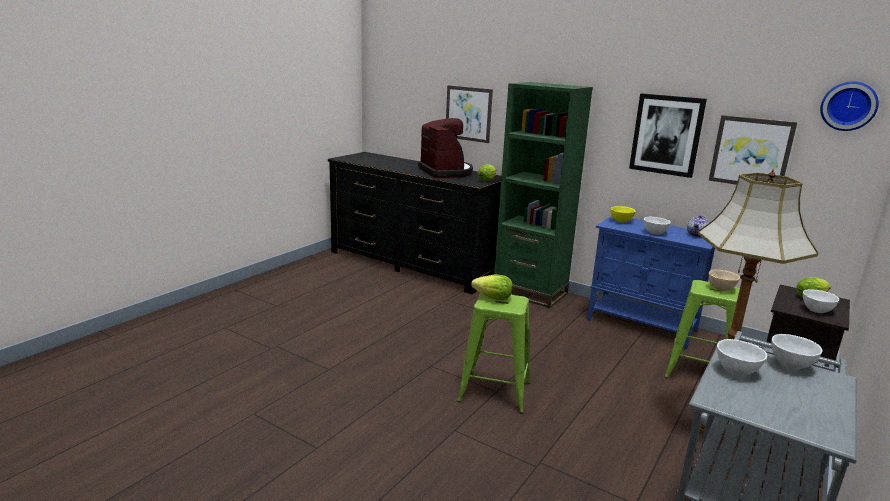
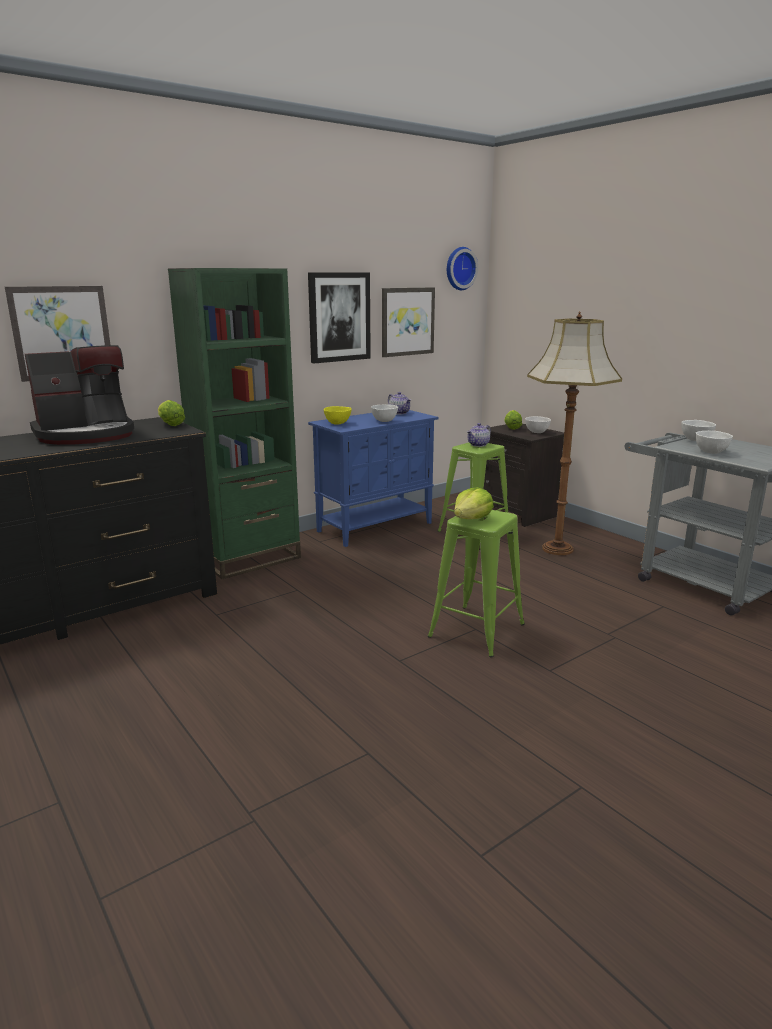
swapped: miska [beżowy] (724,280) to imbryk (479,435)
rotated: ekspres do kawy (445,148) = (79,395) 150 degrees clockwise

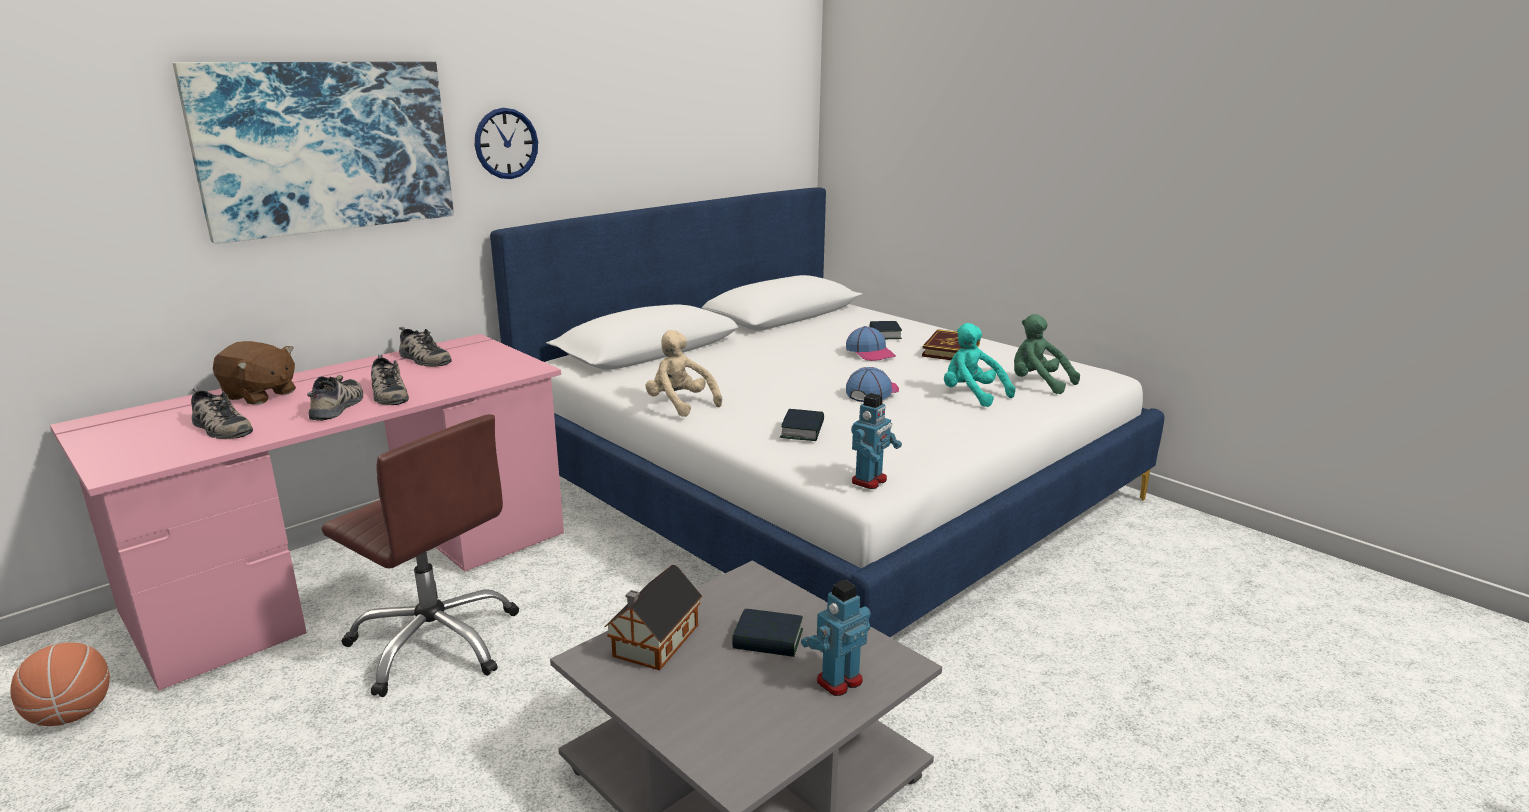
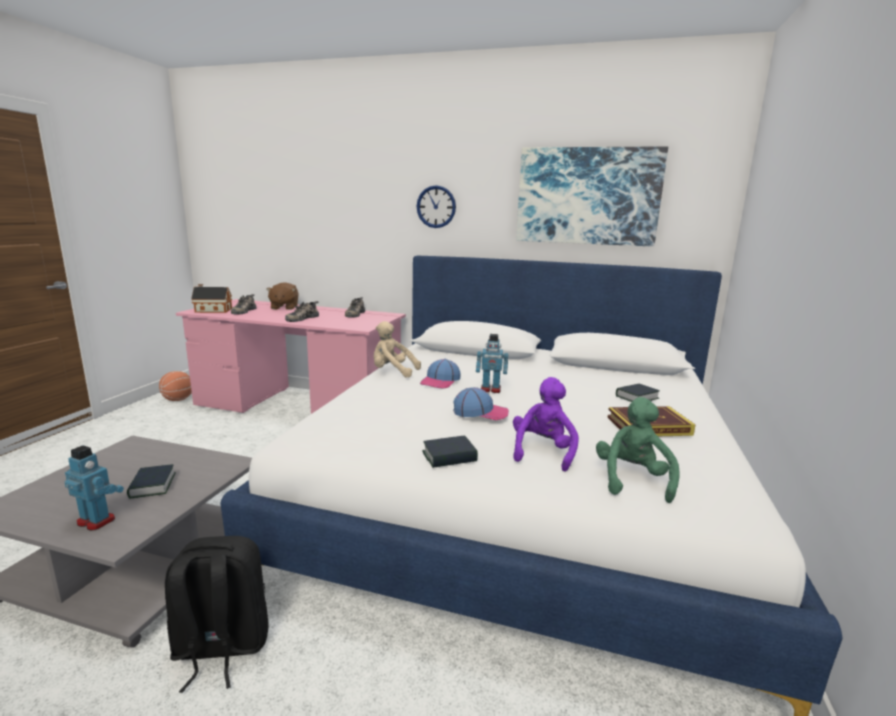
gone: but (335,398); krzesło biurowe [brązowy] (420,555)
new: plecak [czarny] (216,614)
shifted: obraz (313,153) to (592,196); czapka z daszkiem (871,343) to (440,373); robot zabawkowy (876,441) to (492,363); książka (802,425) to (450,452); domek (653,618) to (211,298)
repainted: pluszak [turkusowy] (979,365) to pluszak [fioletowy] (546,424)
rotated: pluszak [beżowy] (683,373) = (397,349) 90 degrees counterclockwise

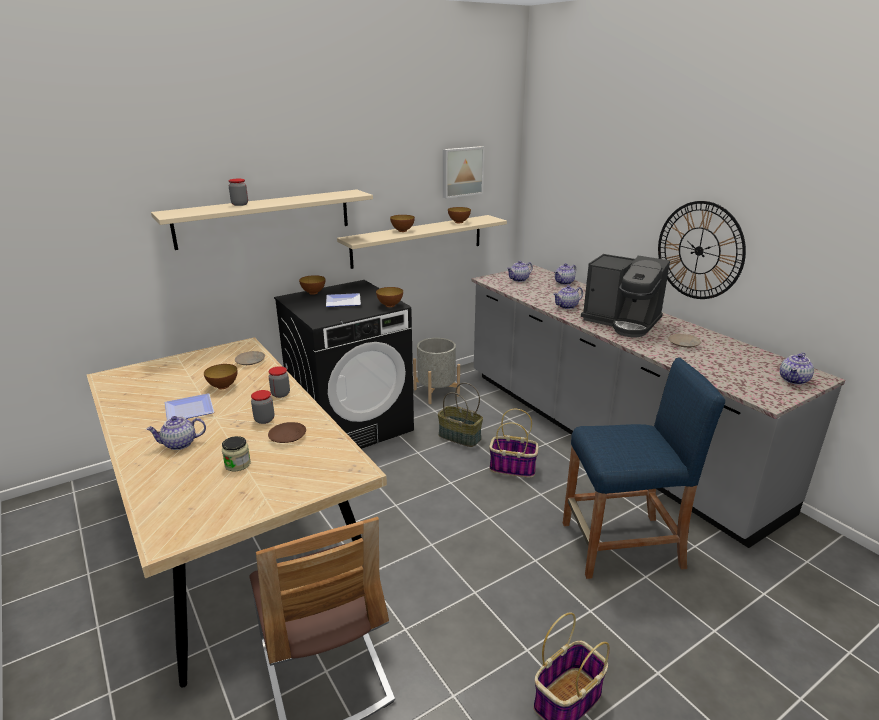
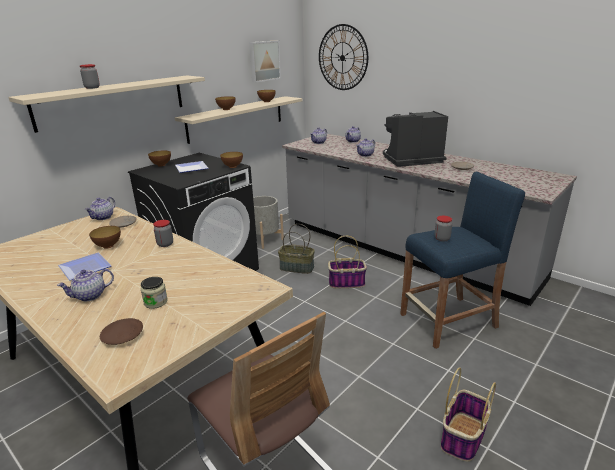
shifted: zegar ścienny (702,250) to (343,57); imbryk (797,369) to (100,208); słoik (262,407) to (443,229); talerz [brązowy] (287,432) to (121,331)
rotated: ekspres do kawy (625,295) = (415,139) 150 degrees clockwise

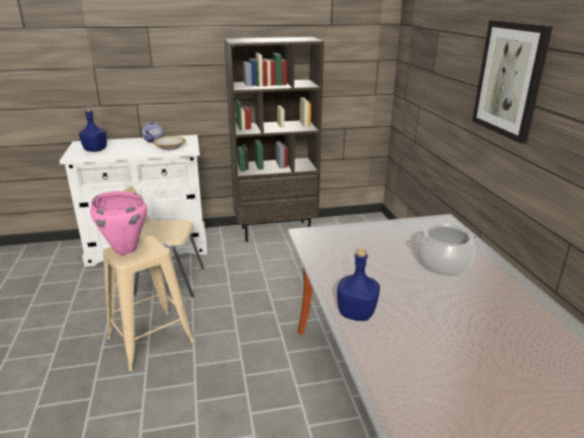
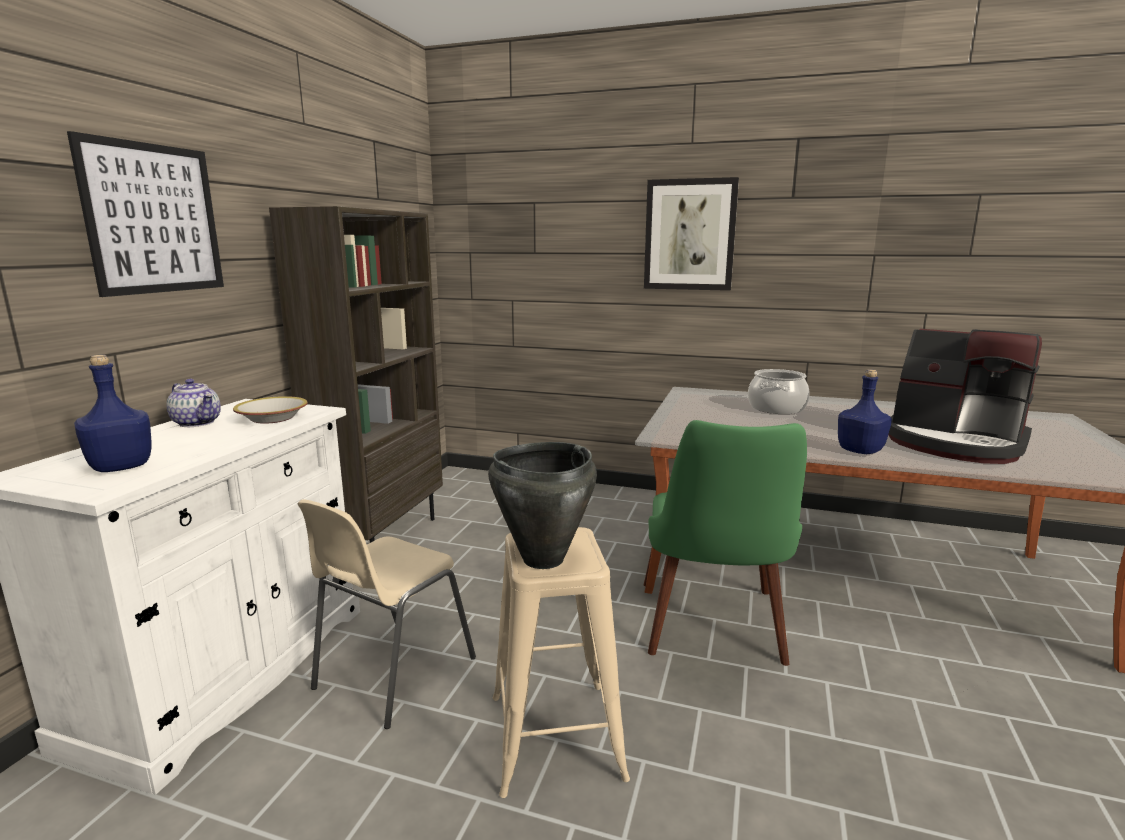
new: obraz (145,214); ekspres do kawy (965,396); krzesło [zielony] (725,543)
repainted: garnek [różowy] (118,223) to garnek [czarny] (542,505)

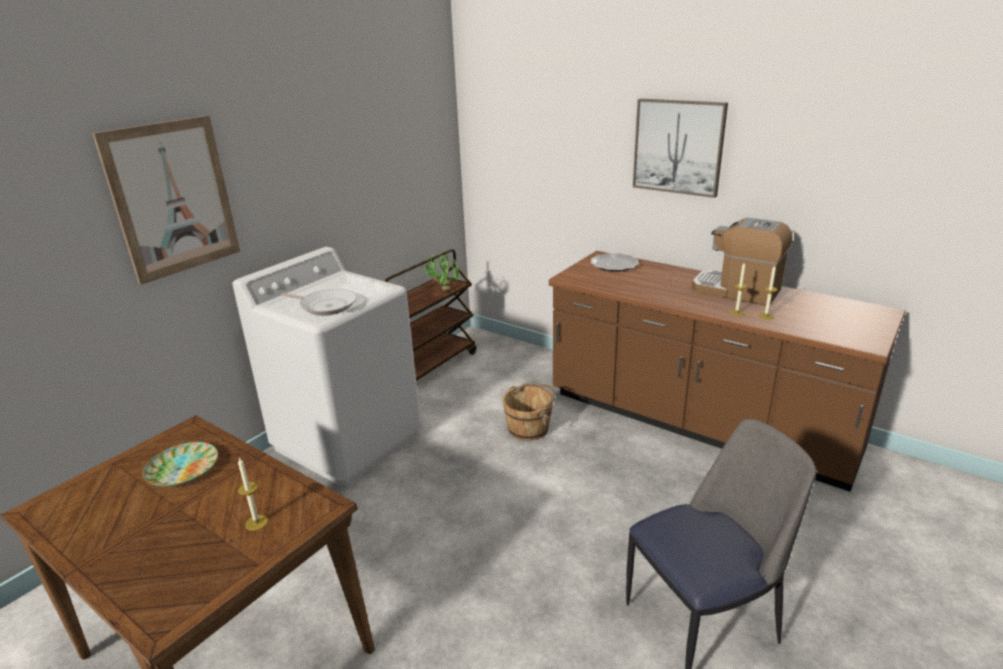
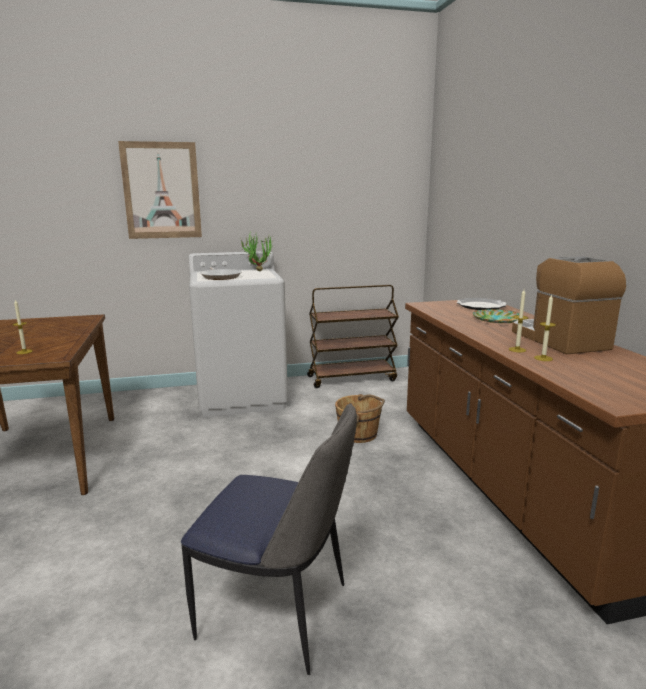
gone: obraz (680,148)
shifted: roślina doniczkowa (440,270) to (256,252); talerz (180,464) to (496,316)

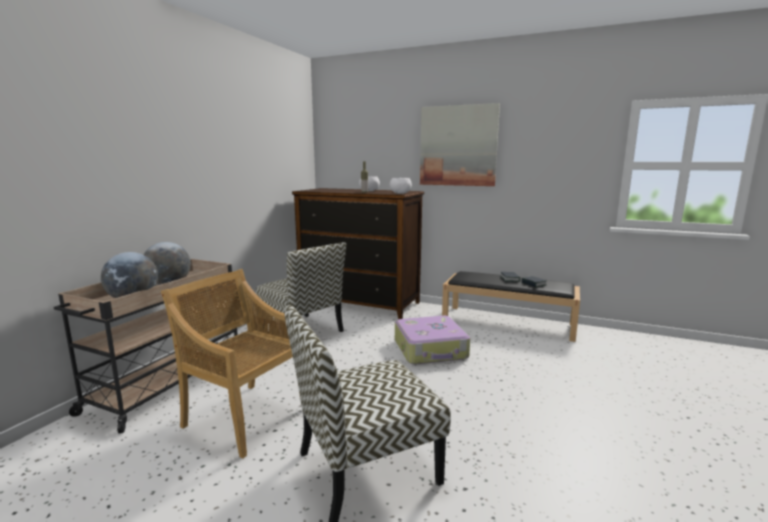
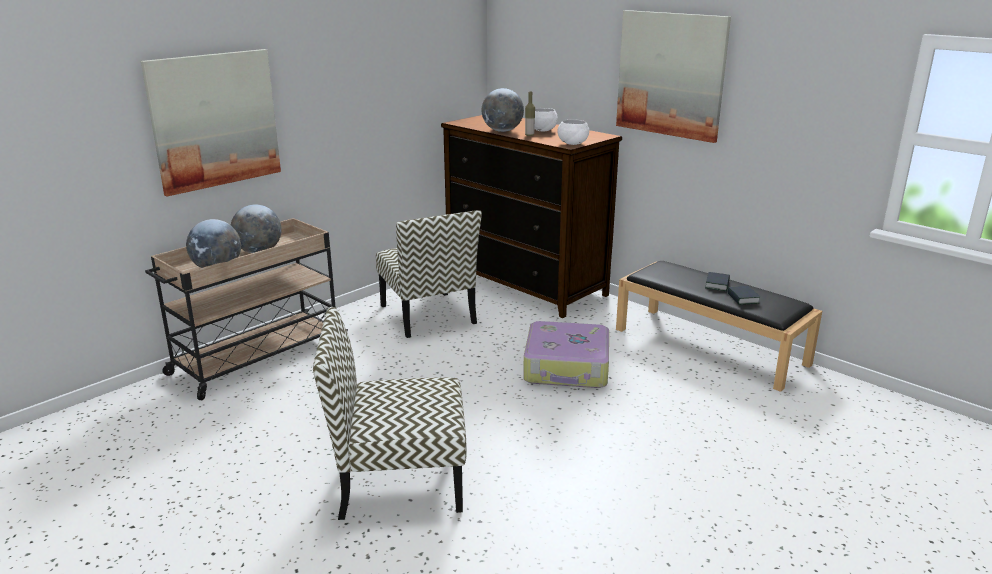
gone: krzesło [beżowy] (231,363)
new: obraz (211,123); globus (503,110)

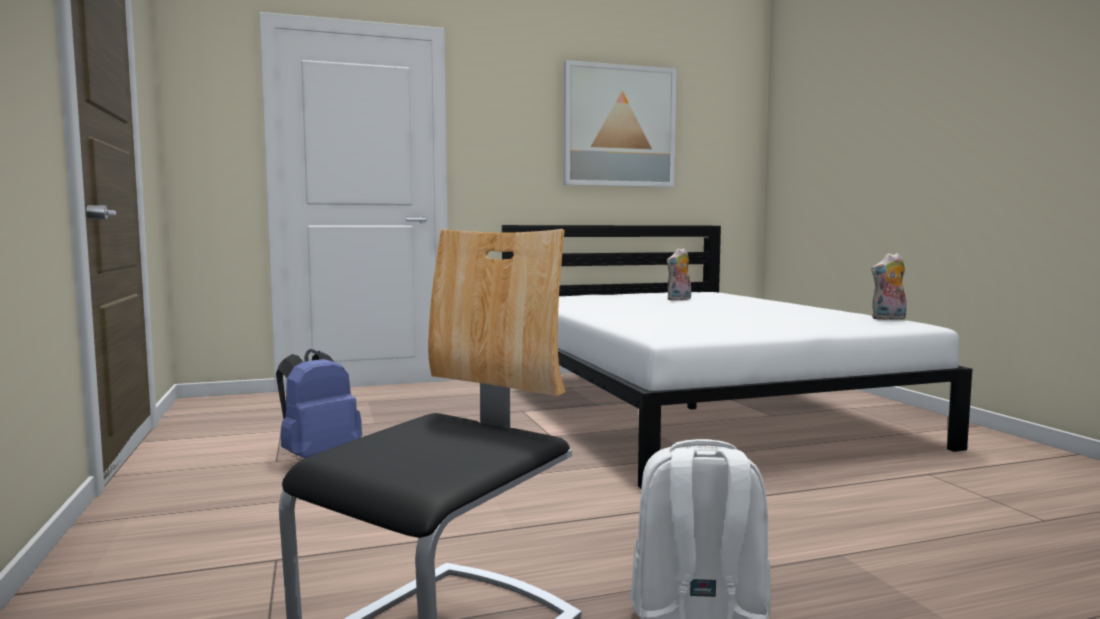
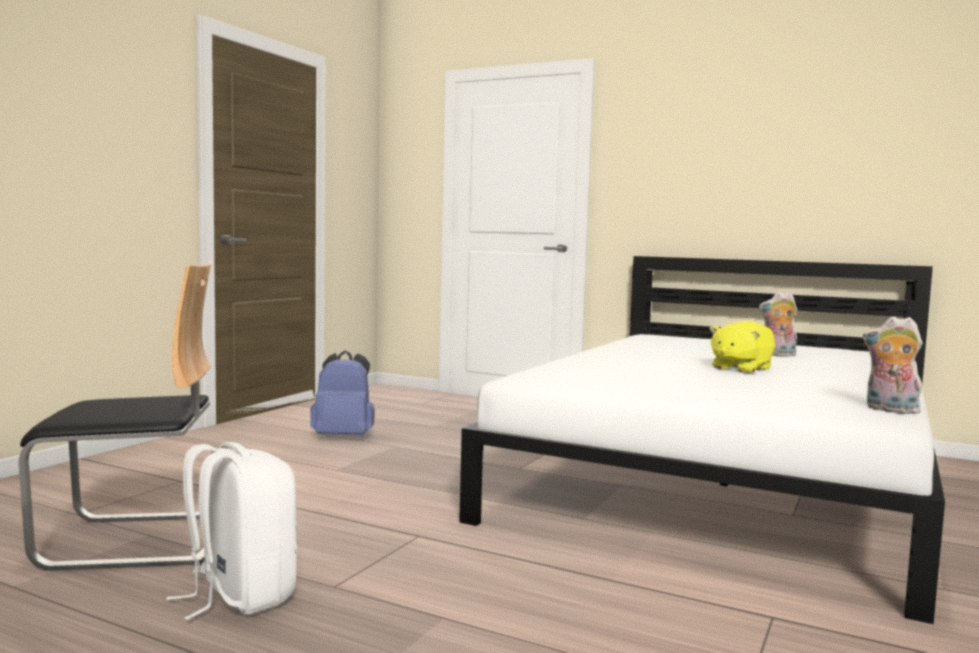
gone: obraz (620,123)
new: pluszak [żółty] (742,347)

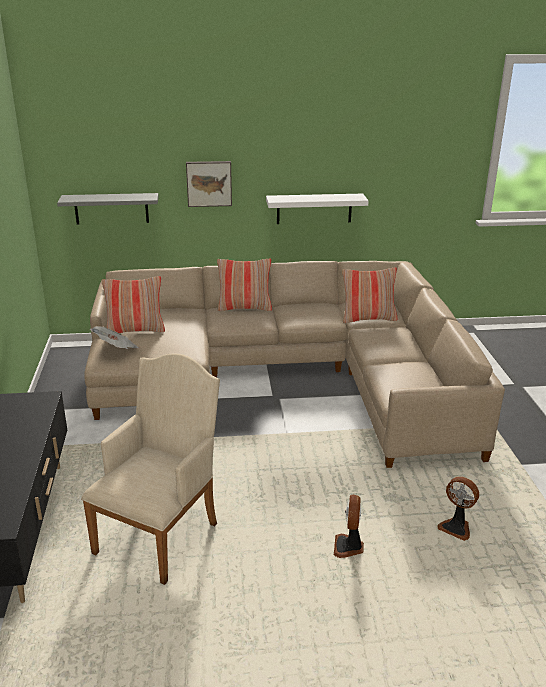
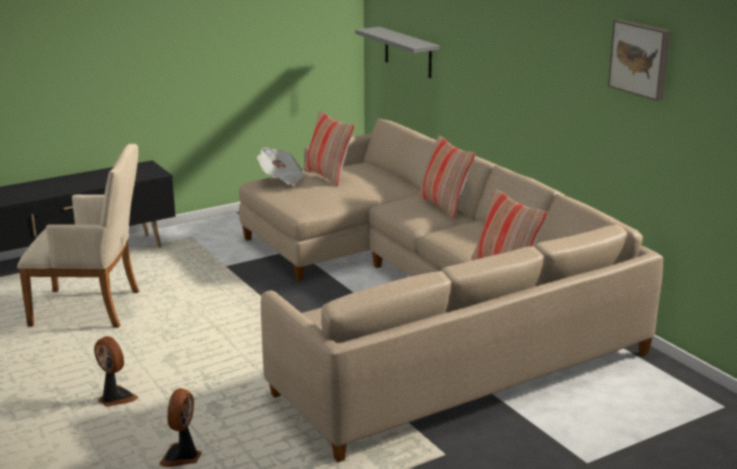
gone: półka [biały] (317,209)
shifted: obraz (209,184) to (639,60)
rotated: wentylator (349,526) = (116,371) 60 degrees clockwise

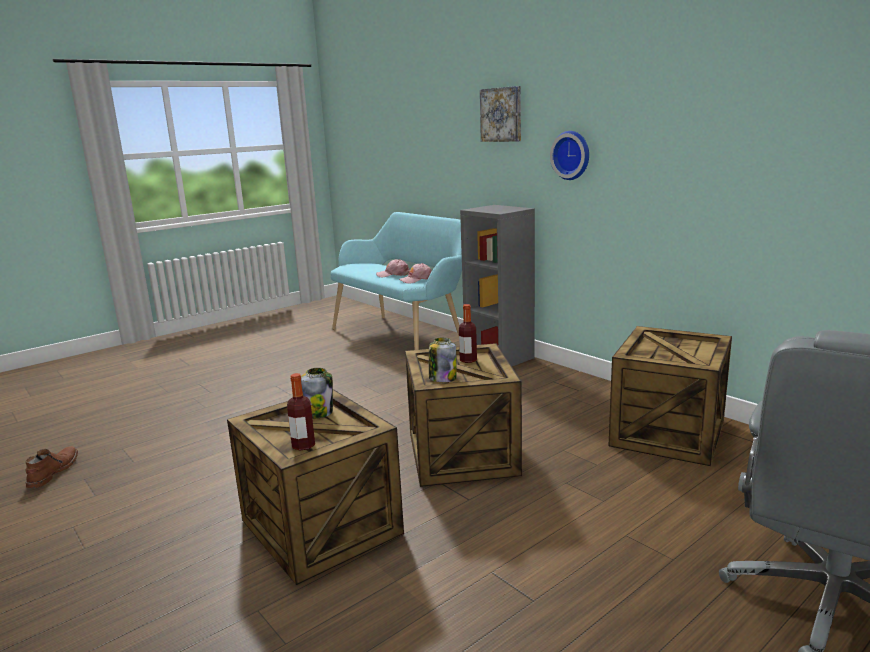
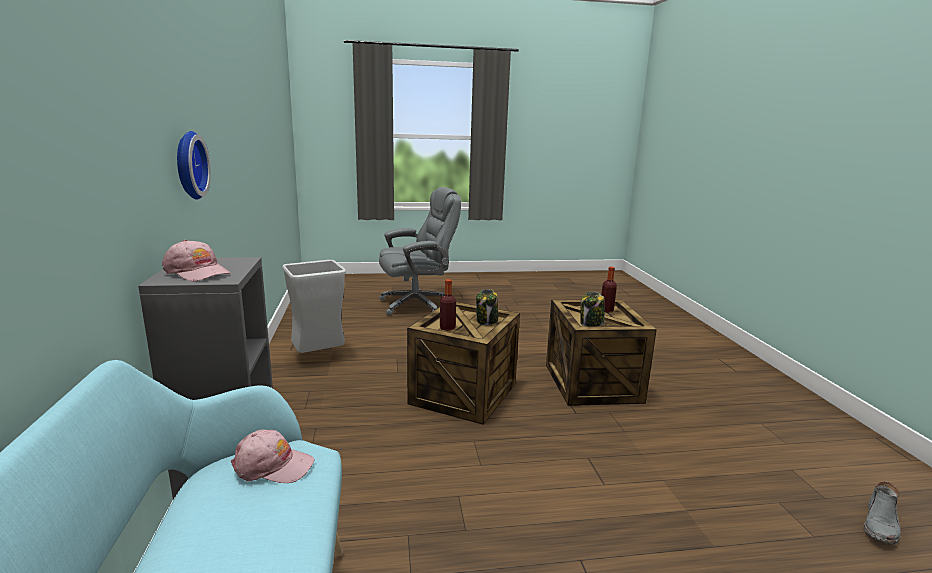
gone: obraz (500,114)
shifted: czapka z daszkiem [różowy] (392,268) to (196,260)
swapped: skrzynka (670,396) to kosz na śmieci [szary] (314,306)
repainted: but z cholewką [brązowy] (51,467) to but z cholewką [szary] (882,513)

